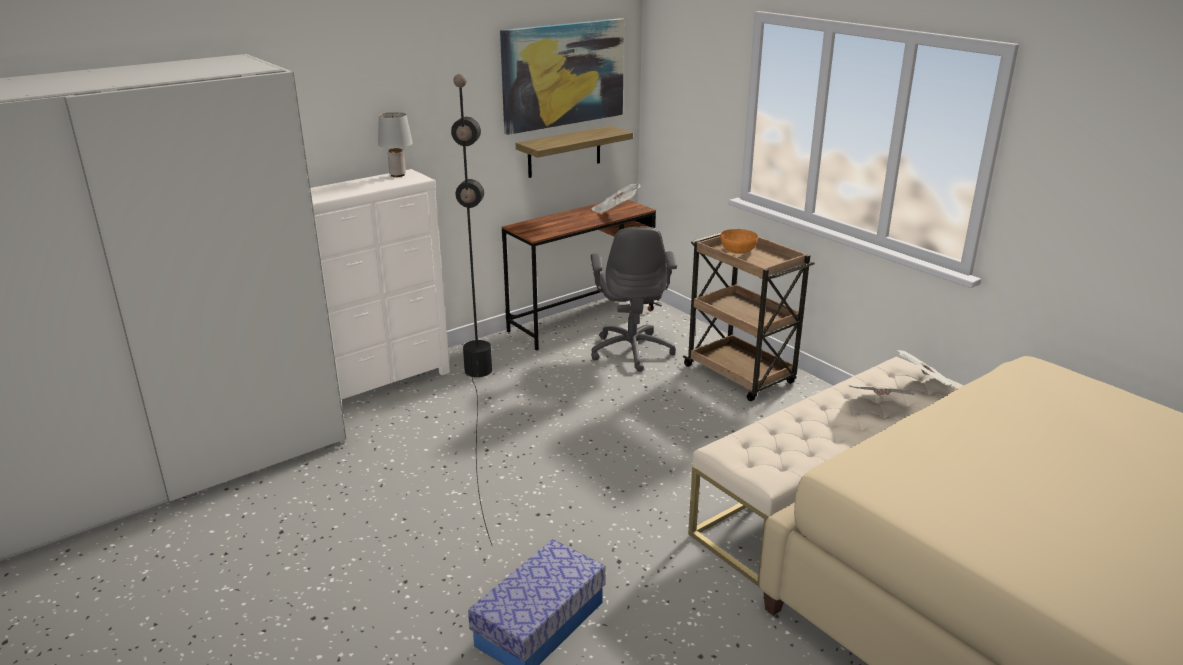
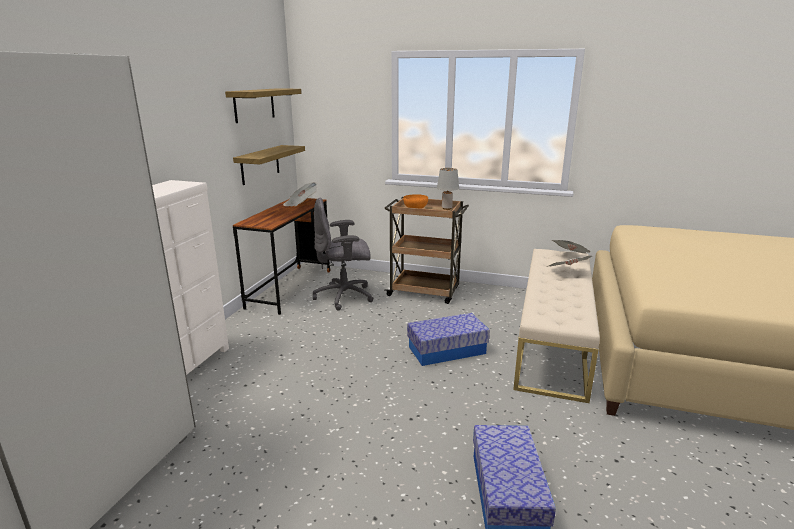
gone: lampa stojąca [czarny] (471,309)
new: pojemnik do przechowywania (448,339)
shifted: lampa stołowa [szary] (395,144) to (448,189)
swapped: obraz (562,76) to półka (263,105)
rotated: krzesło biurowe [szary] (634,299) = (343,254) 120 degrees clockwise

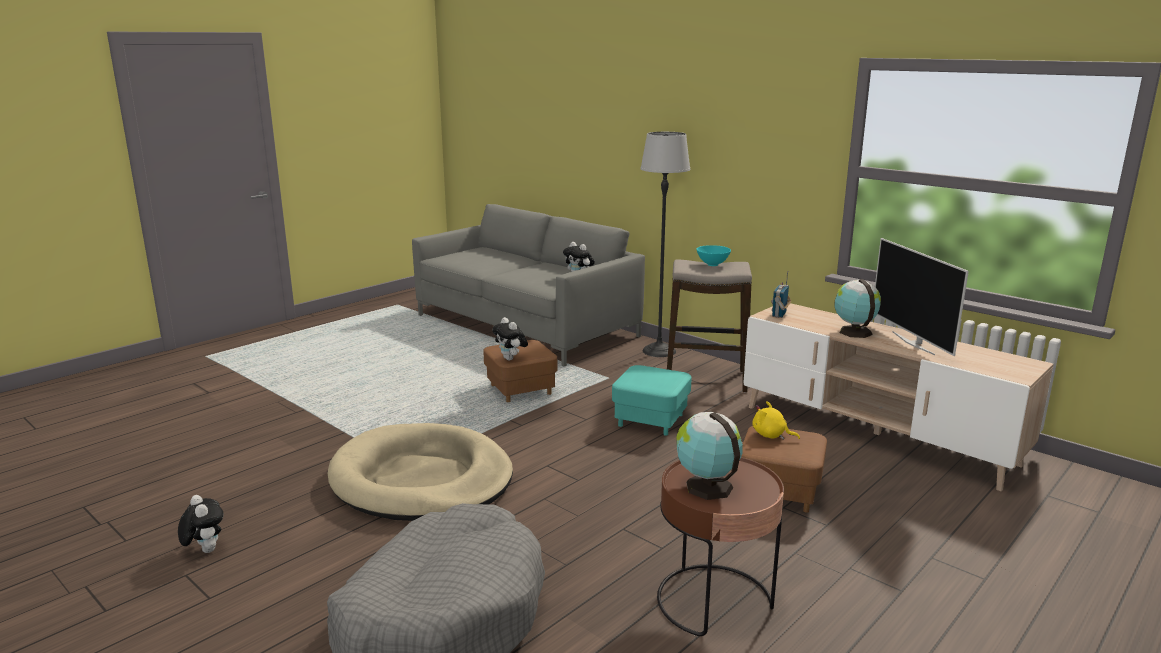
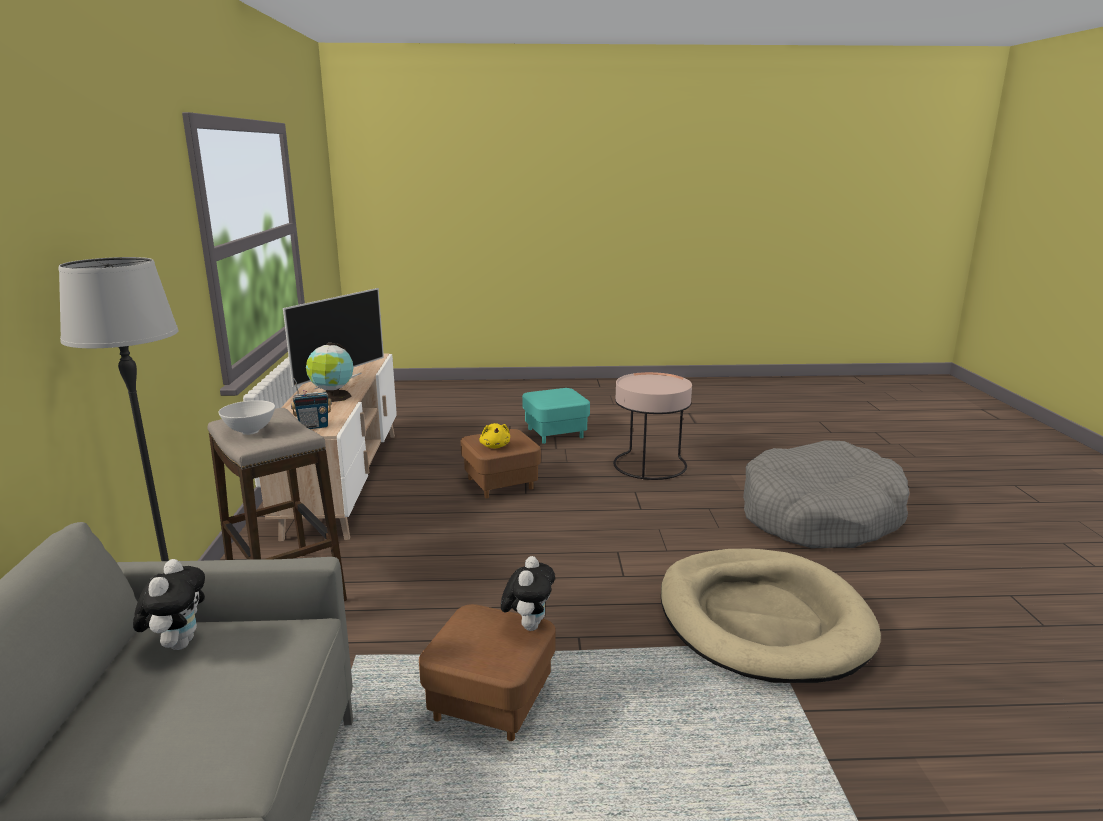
gone: globus (709,456); pluszak (201,524)
shifted: pufa [turkusowy] (652,400) to (556,416)
repainted: miska [turkusowy] (713,255) to miska [biały] (246,417); stolik [brązowy] (720,546) to stolik [różowy] (652,426)

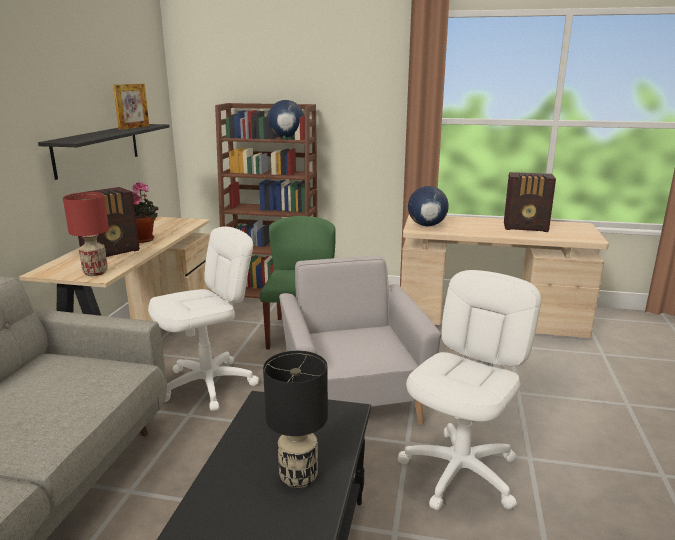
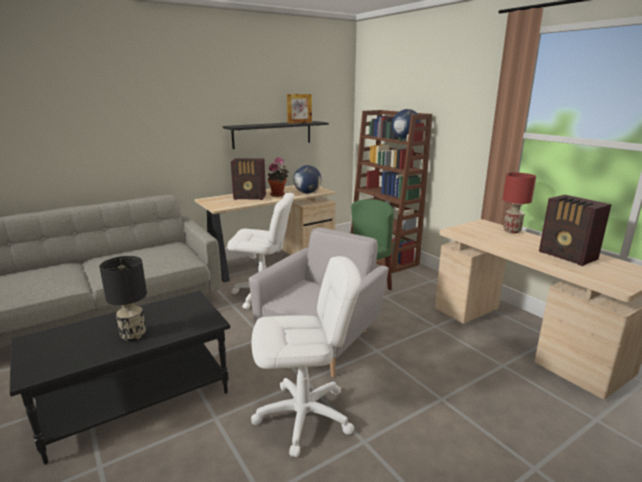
shifted: globus (428,206) to (307,179); lampa stołowa [czerwony] (86,234) to (519,203)

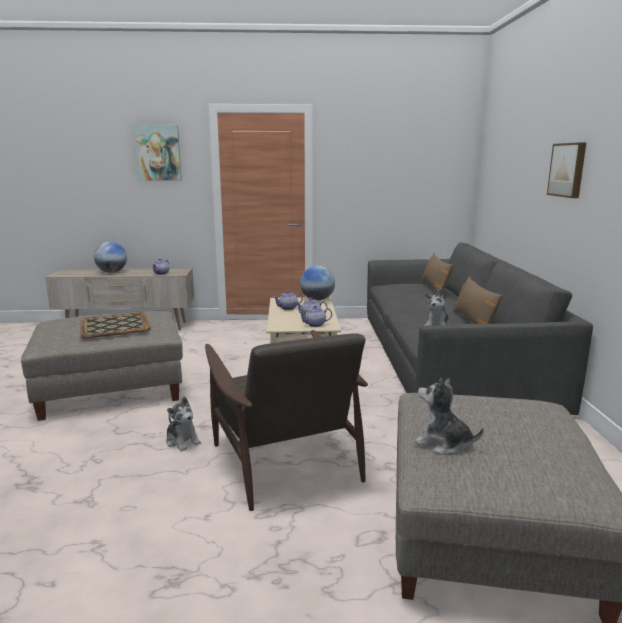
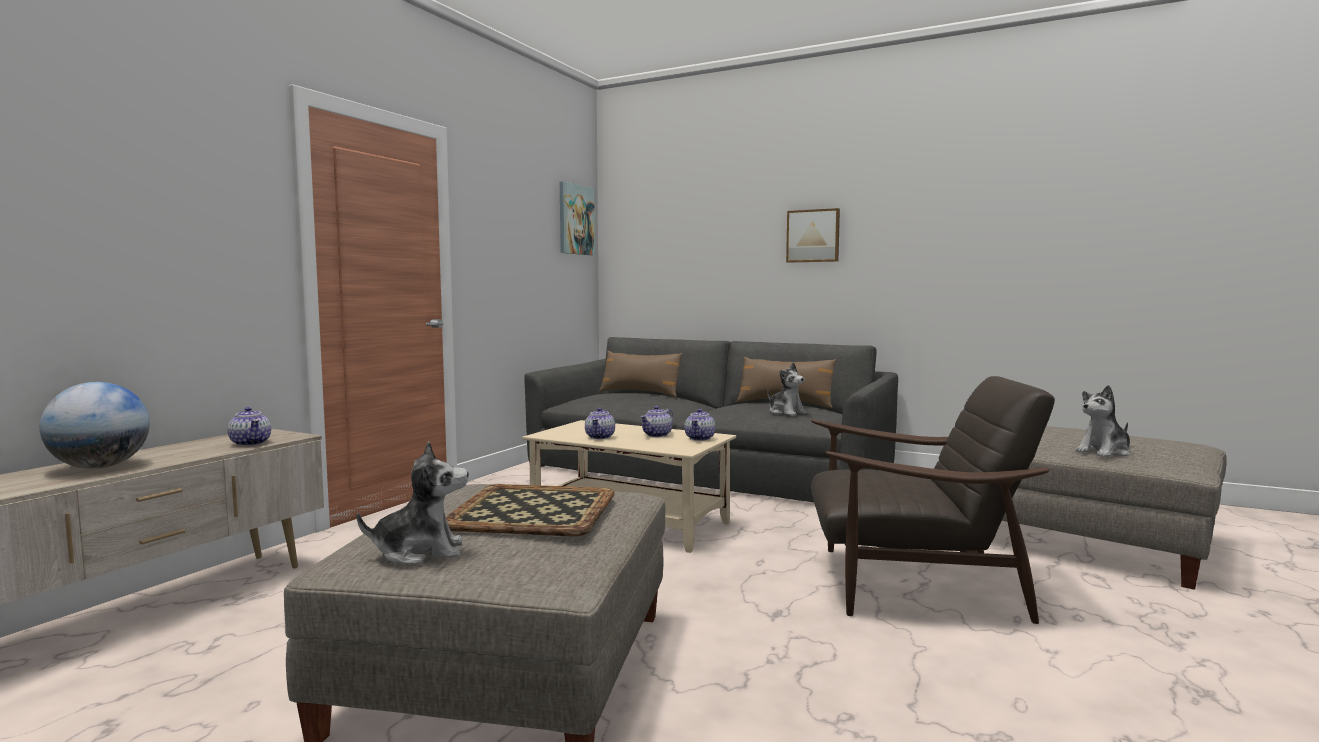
gone: globus (317,283)
shifted: obraz (157,153) to (577,218); pluszak (183,423) to (412,503)

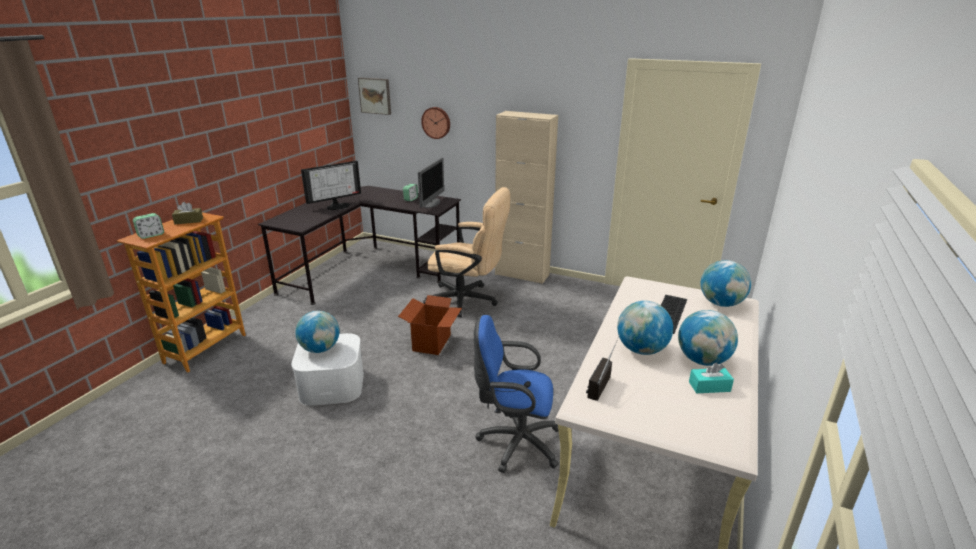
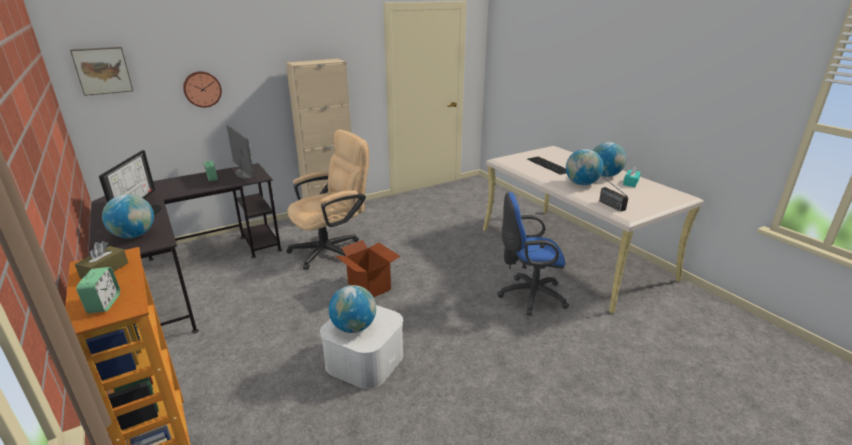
shifted: globus (726,283) to (128,216)
rotated: krzesło biurowe [niebieski] (516,394) = (533,254) 45 degrees clockwise

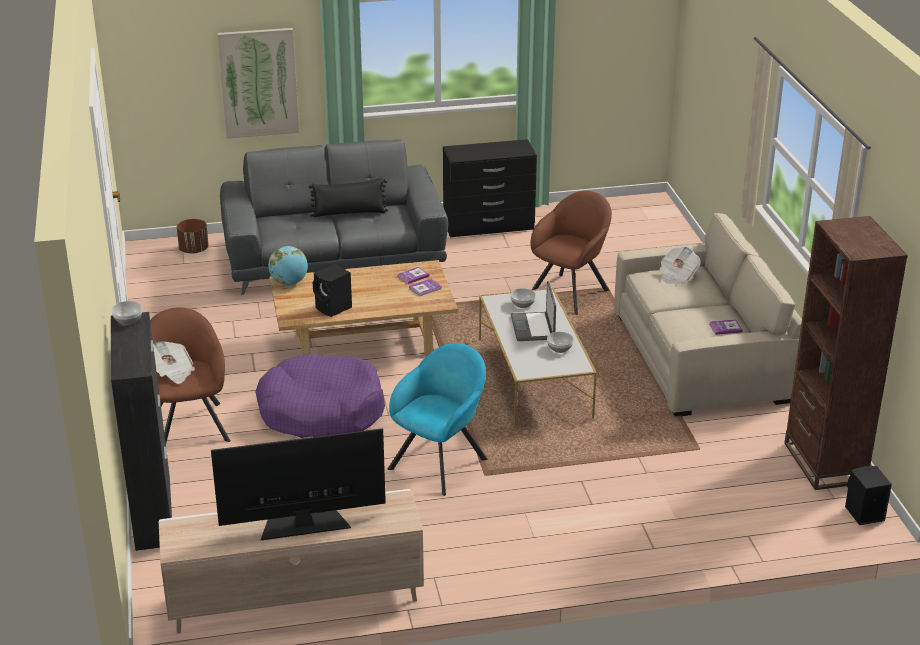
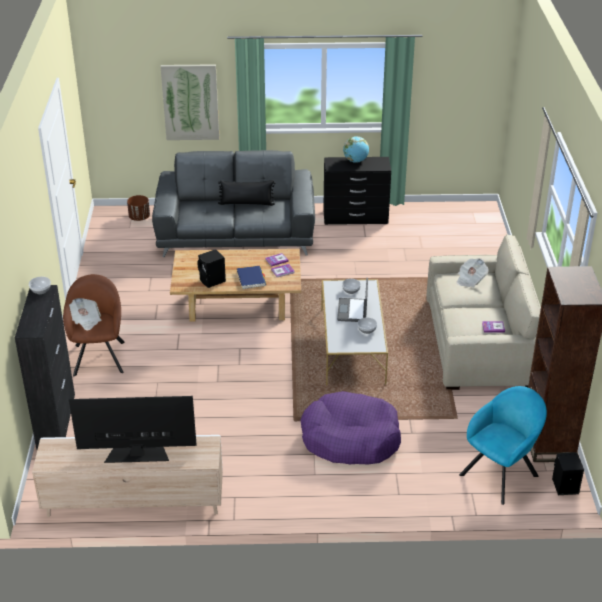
gone: fotel [brązowy] (571,253)
new: książka [niebieski] (251,277)
shifted: globus (288,265) to (356,150); fotel [turkusowy] (437,419) to (503,445); legowisko [fioletowy] (320,396) to (350,427)

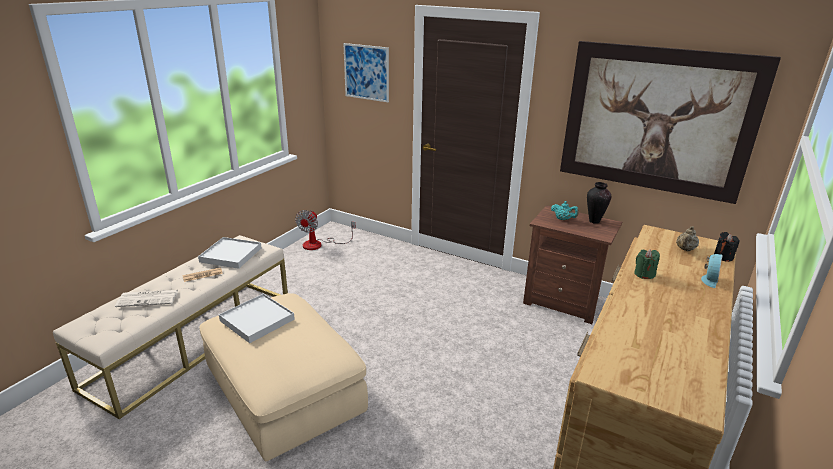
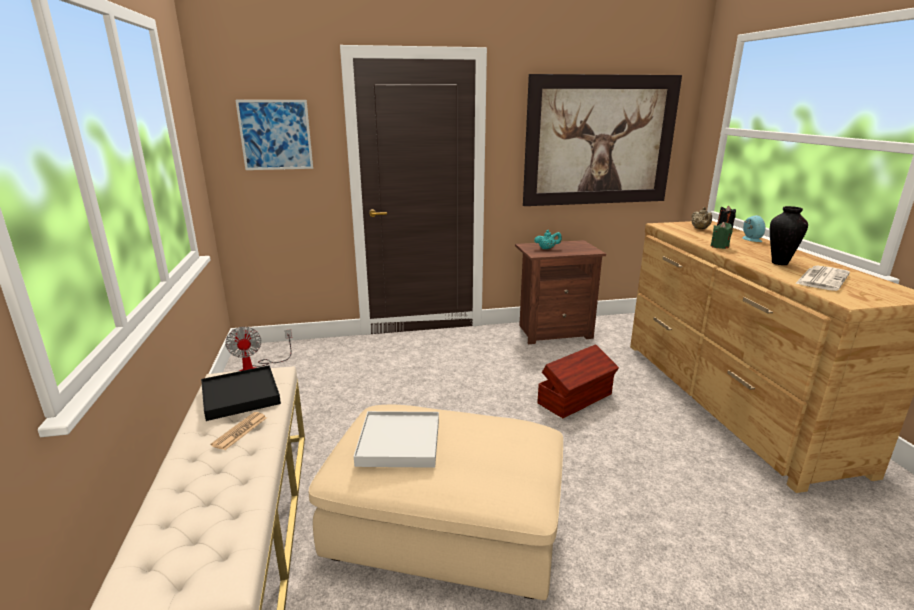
new: pojemnik do przechowywania [brązowy] (578,381)
shifted: wazon (599,203) to (789,235); gazeta (147,298) to (822,278)
repainted: taca [biały] (230,253) to taca [czarny] (241,393)

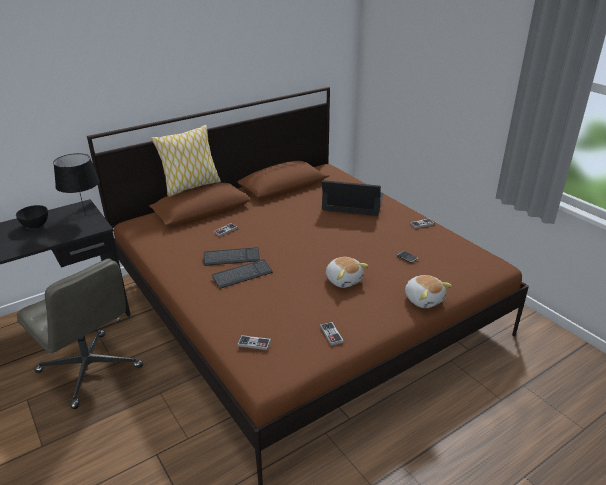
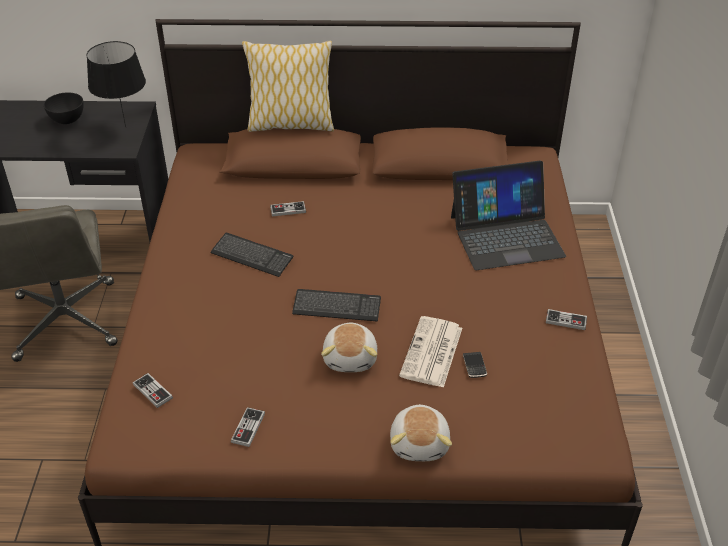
new: gazeta (430,352)
shifted: klawiatura (242,274) to (336,305)
rotated: laptop (353,198) = (508,215) 120 degrees clockwise

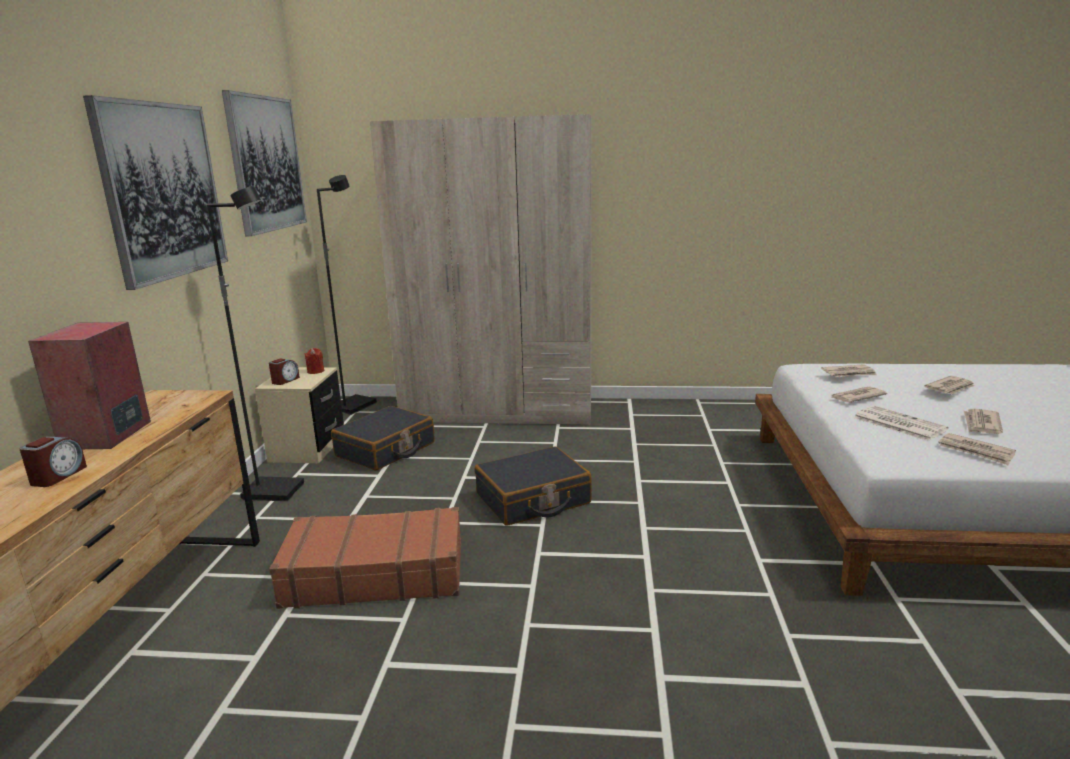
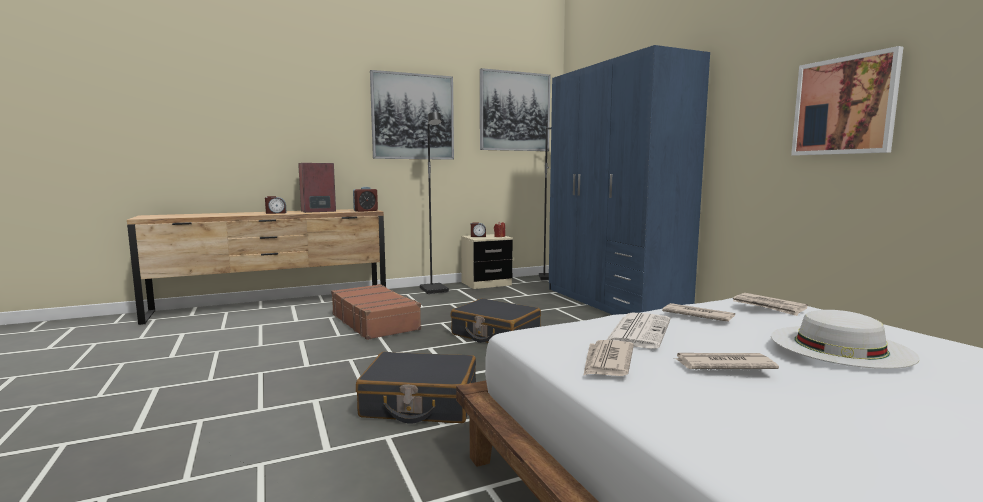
new: obraz (847,100); budzik (365,199)
shifted: walizka [czarny] (382,438) to (416,388)
swapped: gazeta (949,385) to kapelusz [biały] (845,339)
repainted: szafa [beżowy] (481,269) to szafa [niebieski] (629,180)

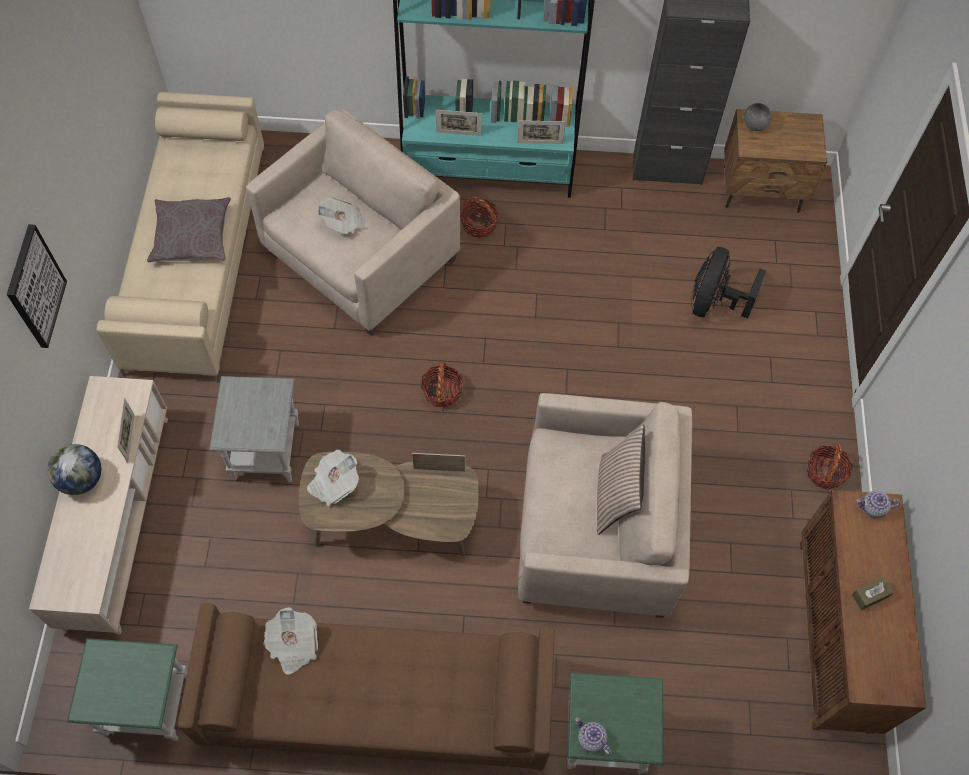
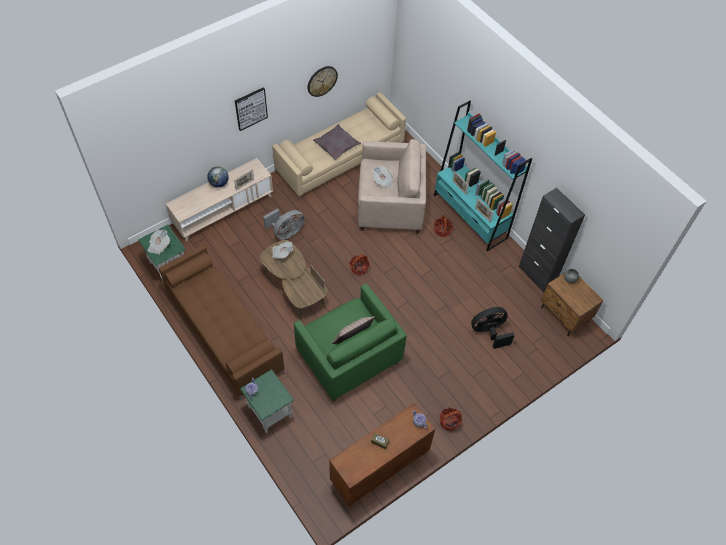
new: zegar ścienny (323,81)
shifted: gazeta (291,641) to (159,242)
swapped: stolik [szary] (254,429) to wentylator [szary] (284,224)
repainted: fotel [beżowy] (605,505) to fotel [zielony] (350,343)

